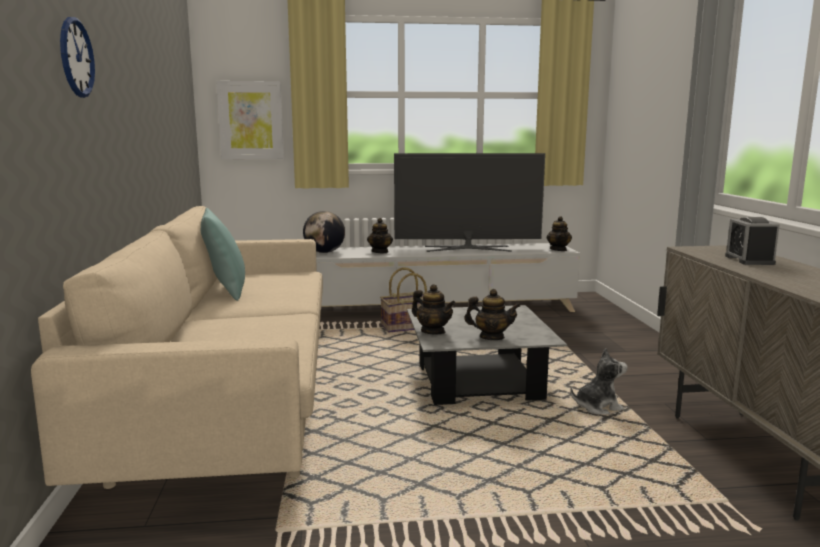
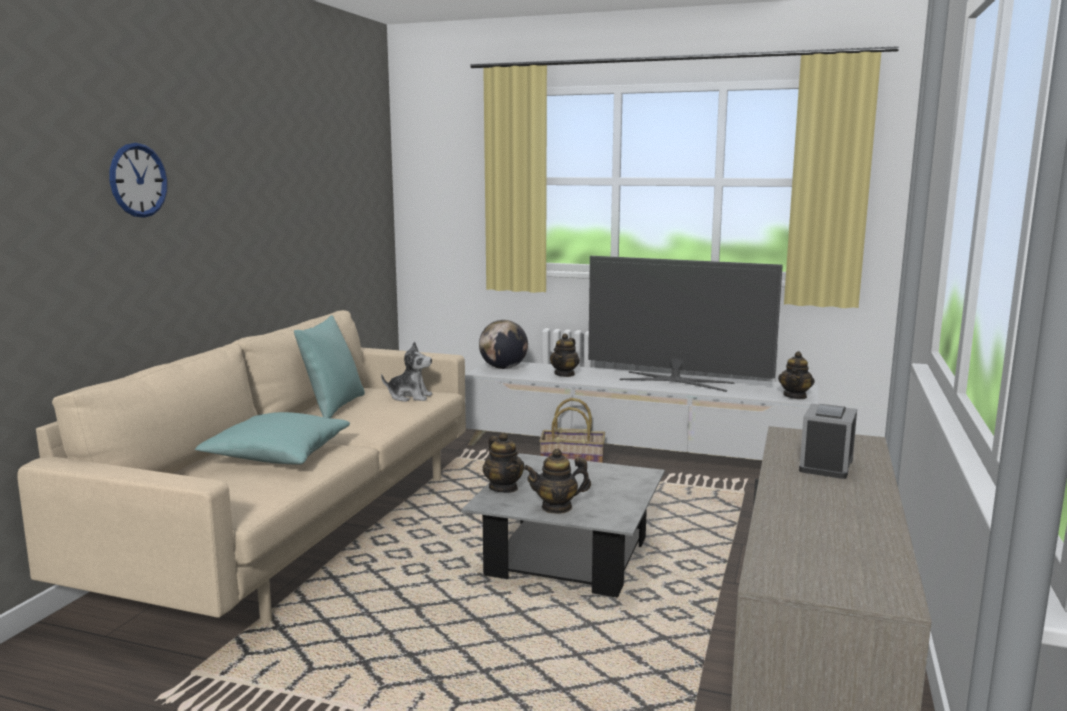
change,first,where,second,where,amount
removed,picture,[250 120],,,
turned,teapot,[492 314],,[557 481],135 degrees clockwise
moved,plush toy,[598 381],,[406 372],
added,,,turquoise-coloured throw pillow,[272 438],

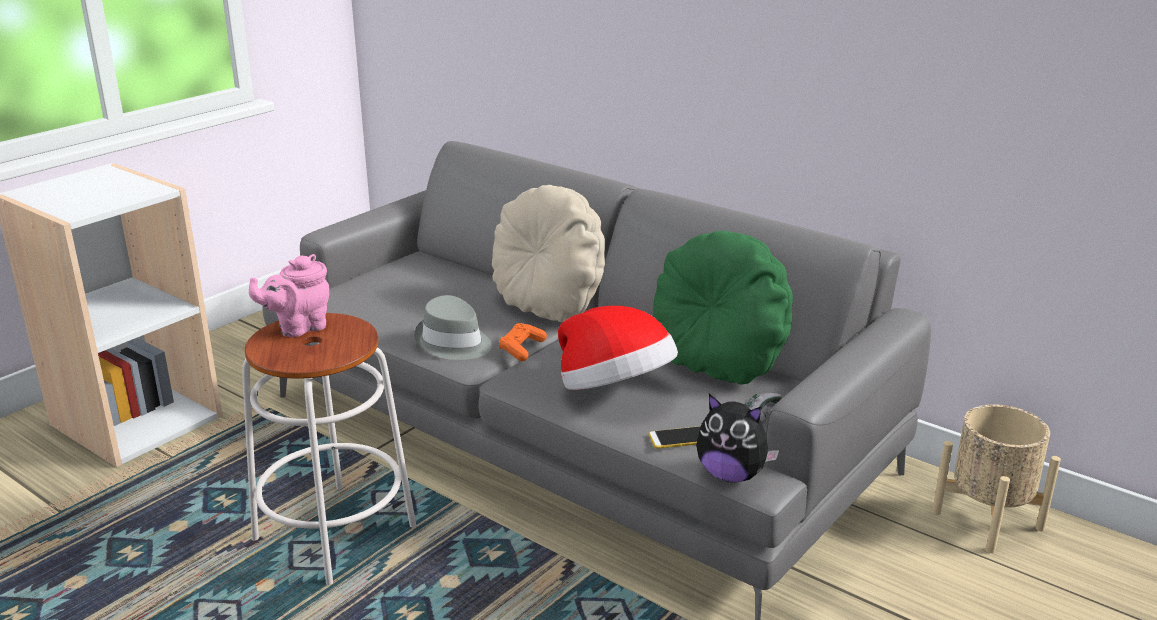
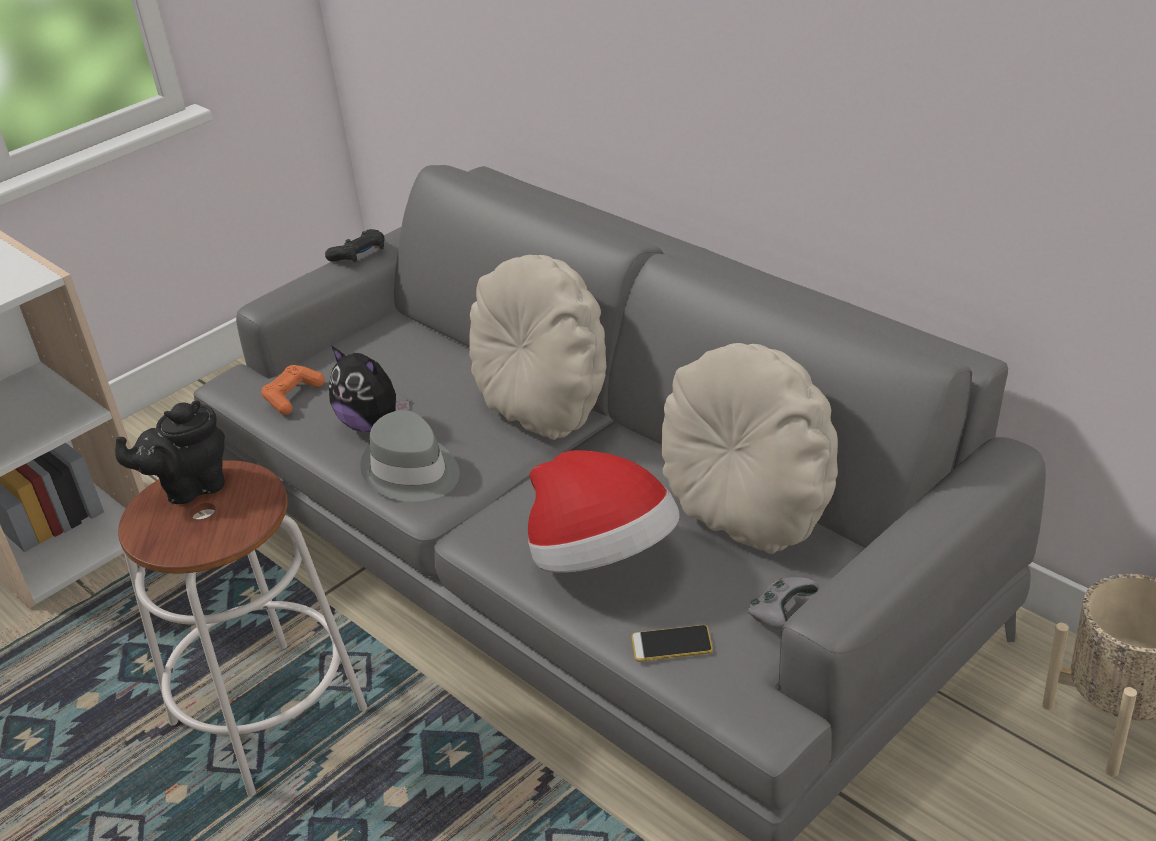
change,first,where,second,where,amount
recoloured,green-coloured throw pillow,[723 308],sand-coloured throw pillow,[749 448],
recoloured,pinkish teapot,[289 295],black-coloured teapot,[170 452],
moved,orange joypad,[523 342],,[293 390],
moved,plush toy,[737 438],,[369 389],
added,,,black-coloured joypad,[355 245],

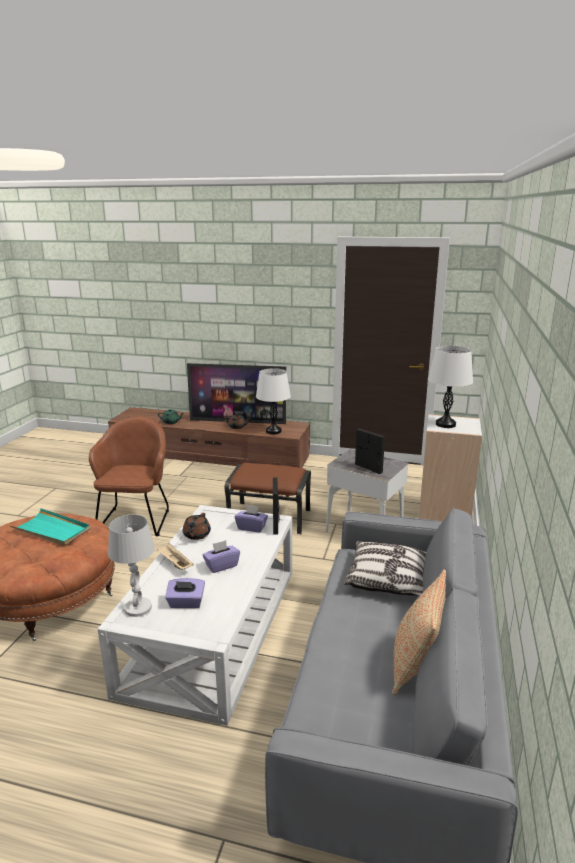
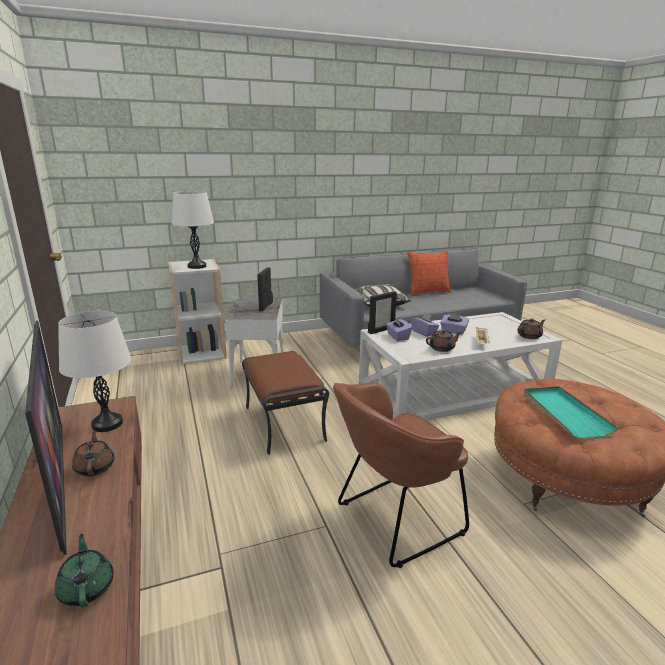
change,first,where,second,where,amount
replaced,white lamp for a table,[131 566],brownish teapot,[531 328],
recoloured,sand-coloured throw pillow,[419 632],orange throw pillow,[429 273],
moved,purplish box of tissues,[185 593],,[425 324],

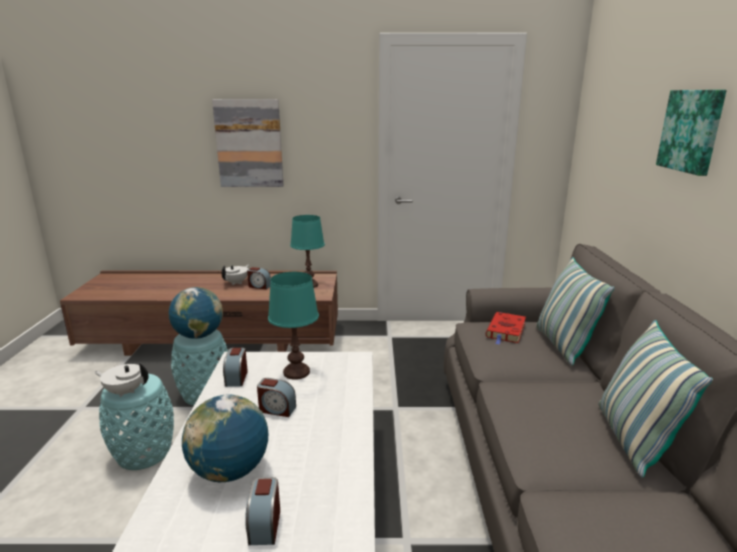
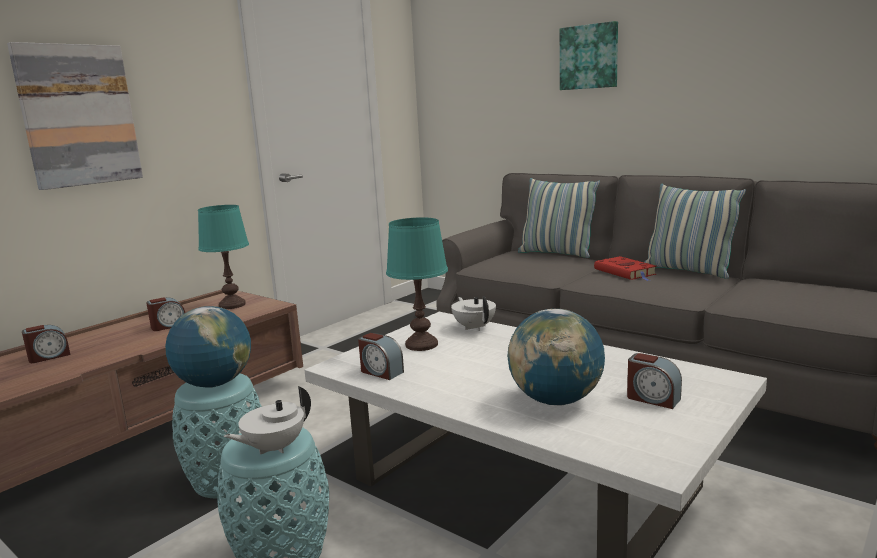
change,first,where,second,where,amount
moved,white teapot,[235 274],,[473 313],
moved,red-coloured book,[506 328],,[625 268],
moved,bedside clock,[276 397],,[46 344],

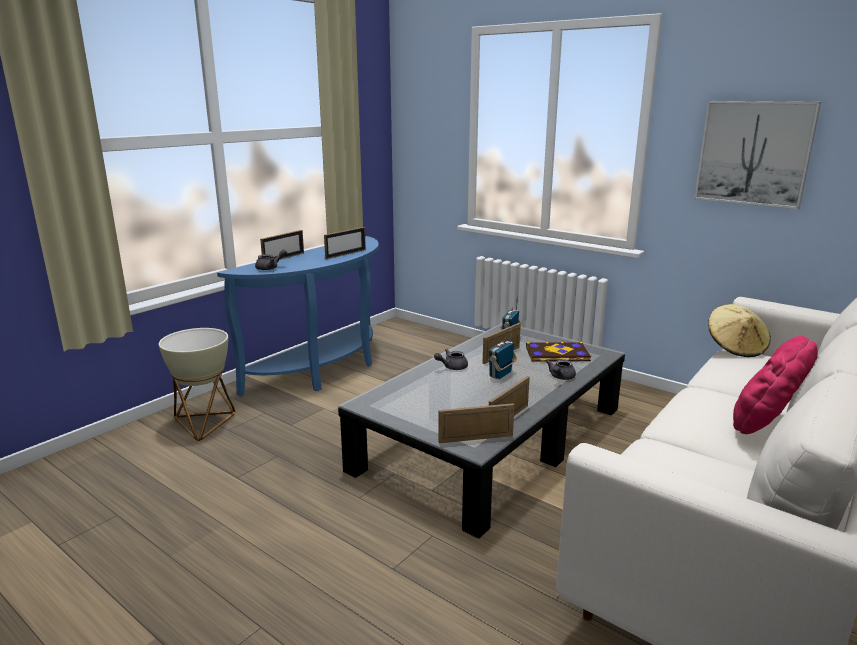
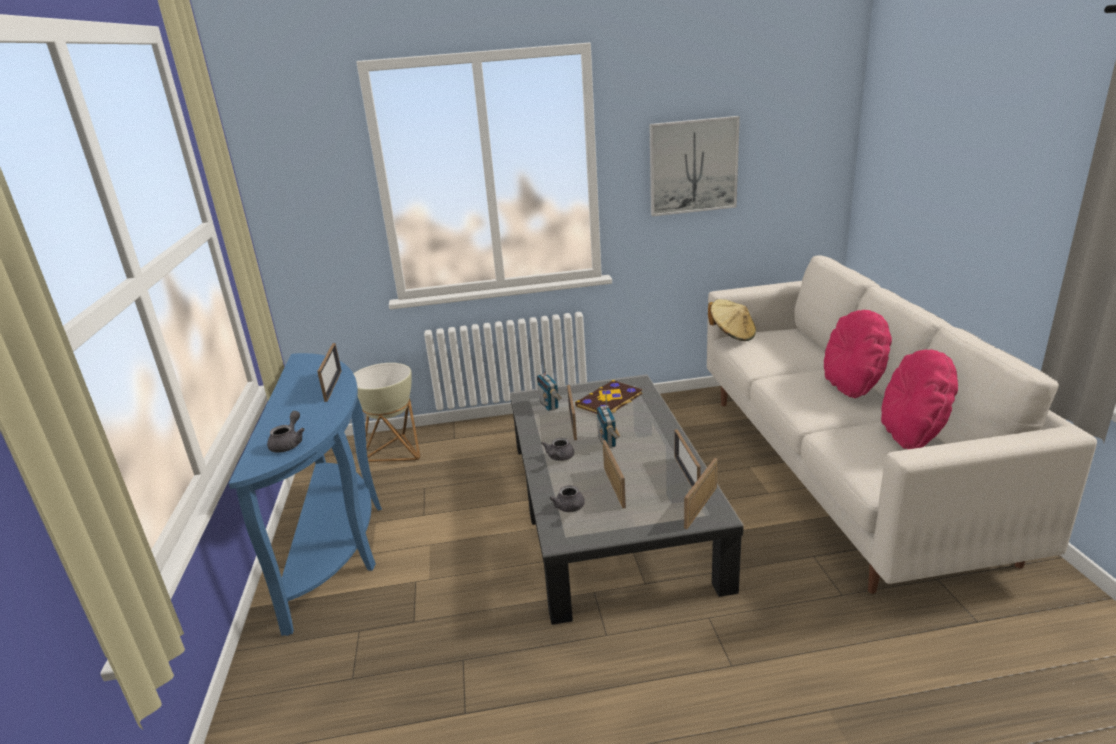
change,first,where,second,where,amount
moved,picture frame,[282 245],,[614 474],
moved,planter,[197 384],,[387 412],
moved,greyish teapot,[561 370],,[567 498],
added,,,pinkish throw pillow,[919 399],

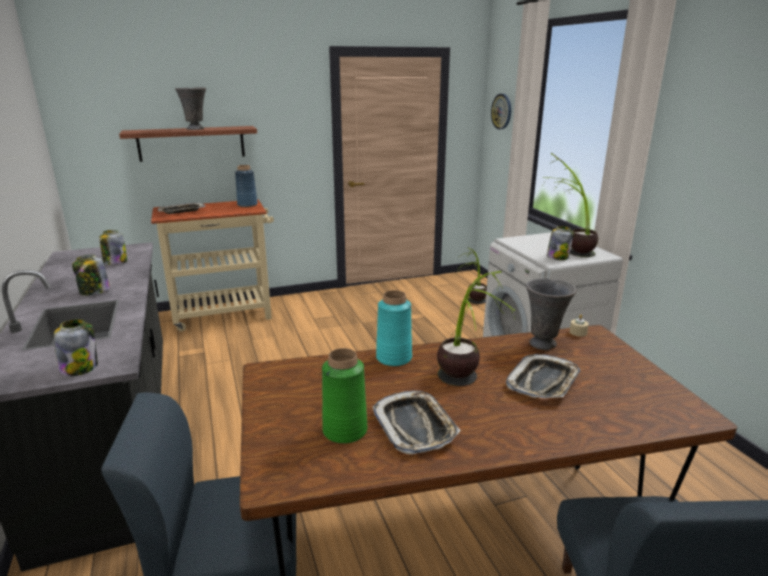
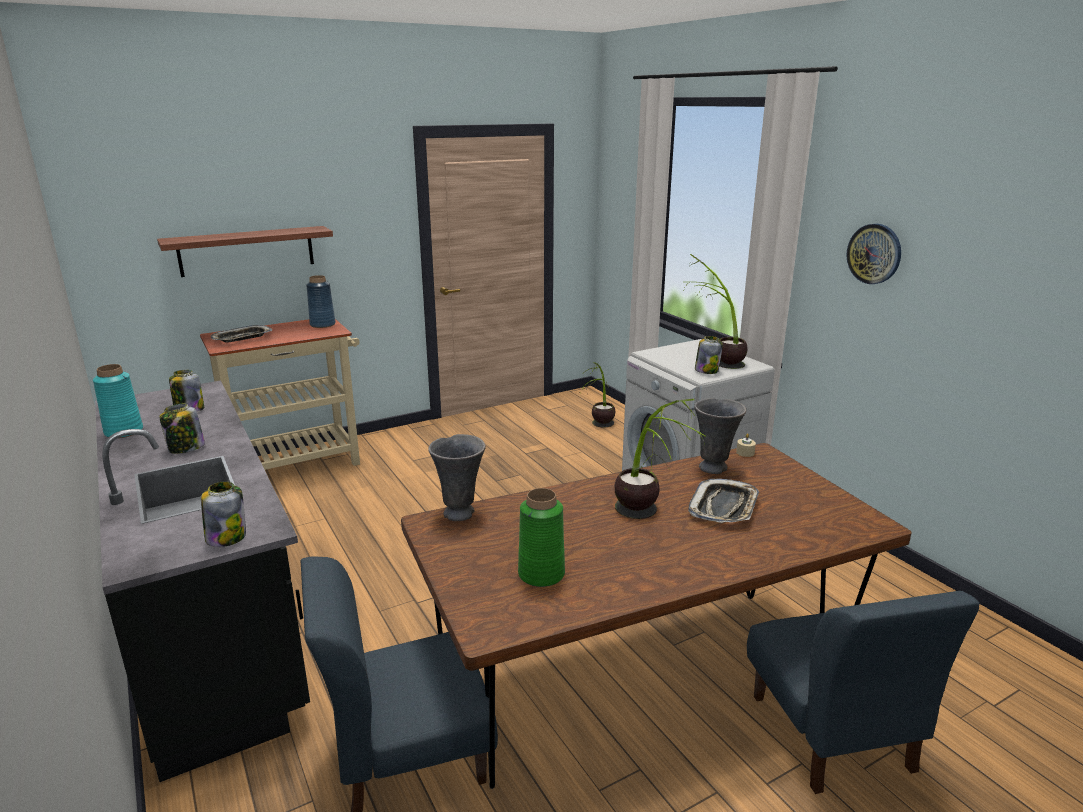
change,first,where,second,where,amount
moved,greyish vase,[190 108],,[457 477],
moved,wall clock,[501 111],,[874 254],
moved,turquoise-coloured vase,[394 328],,[118 401],
removed,carrying tray,[416 422],,,

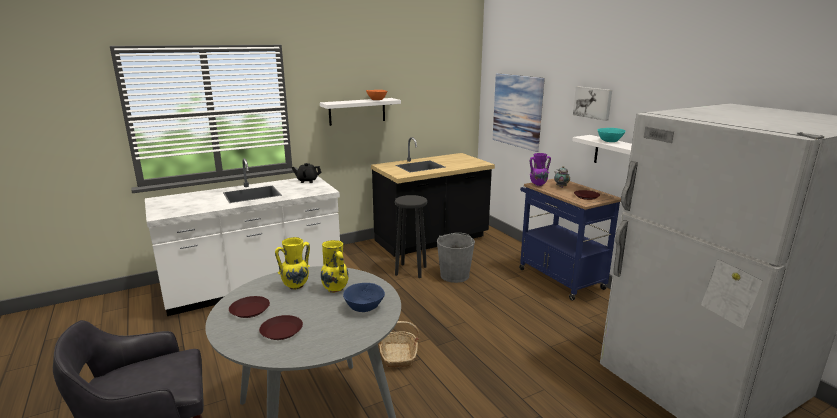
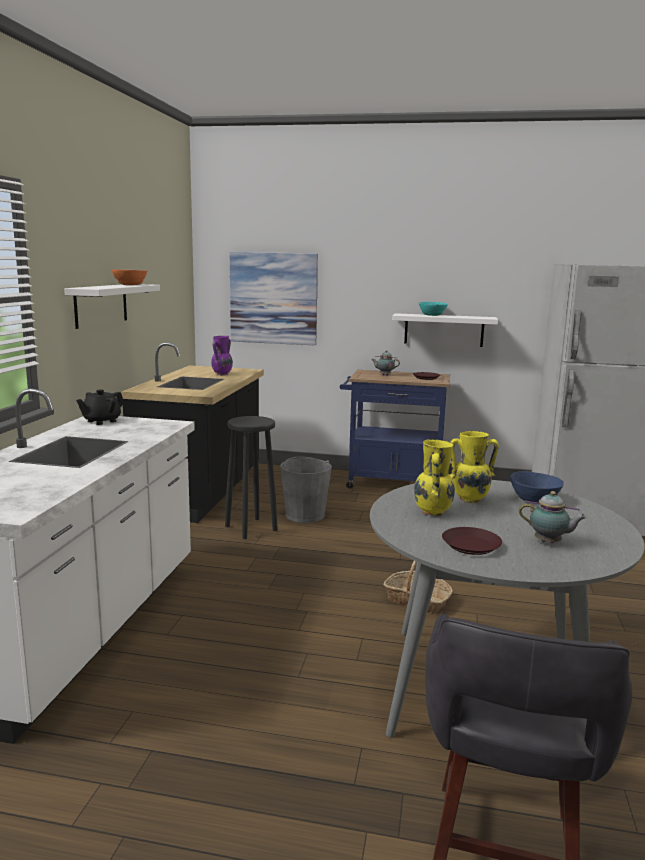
change,first,where,second,where,amount
removed,picture,[592 103],,,
moved,purplish vase,[540 169],,[222 355],
replaced,brownish flat dish,[281 327],teapot,[553 517],

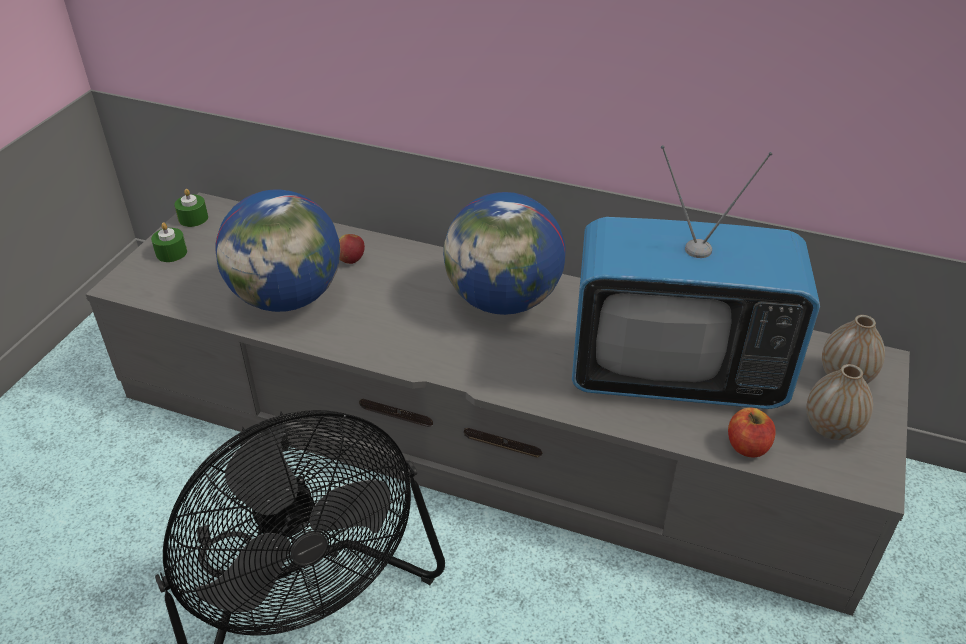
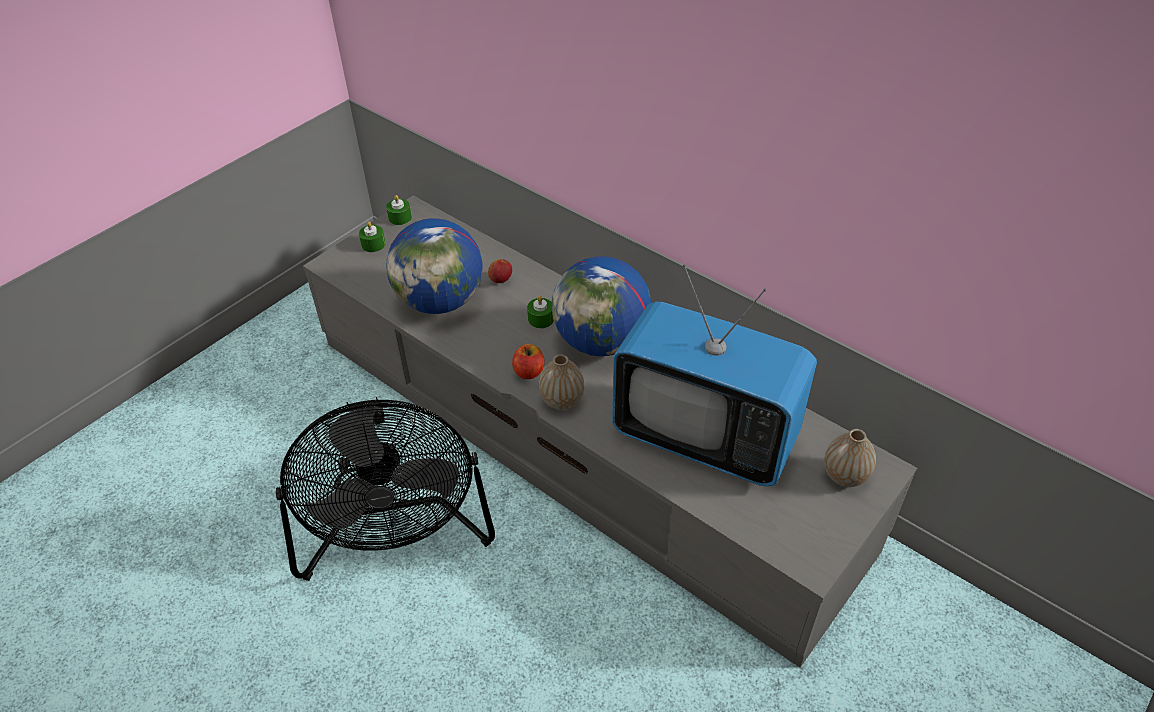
change,first,where,second,where,amount
moved,vase,[839 402],,[561 382],
moved,whole apple,[752 432],,[528 361],
added,,,green-coloured wax light,[540 312],

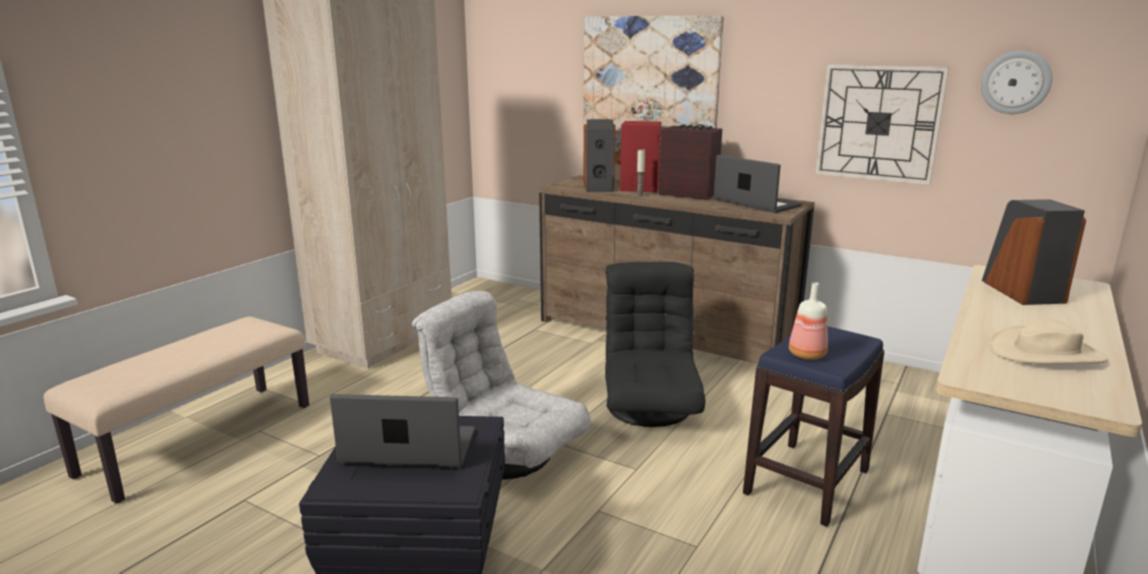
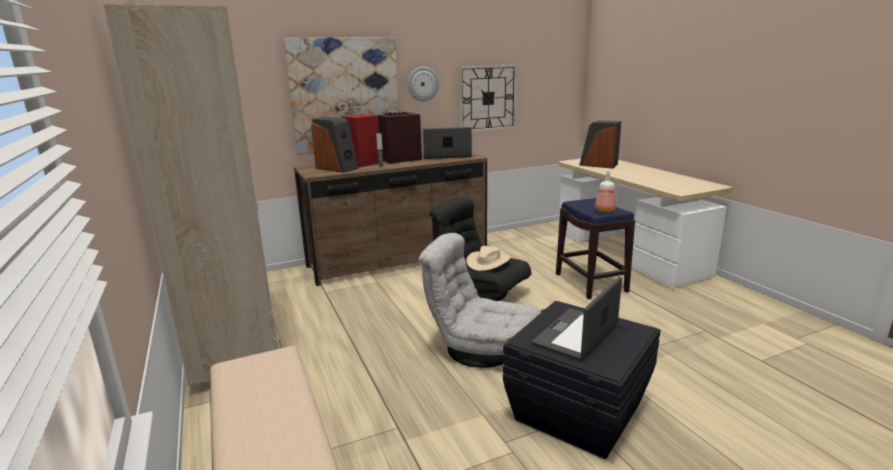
change,first,where,second,where,amount
moved,wall clock,[1016 82],,[423 84],
turned,greyish armchair,[501 385],,[479 300],45 degrees clockwise
moved,sand-coloured wearable hat,[1048 340],,[488 258],

